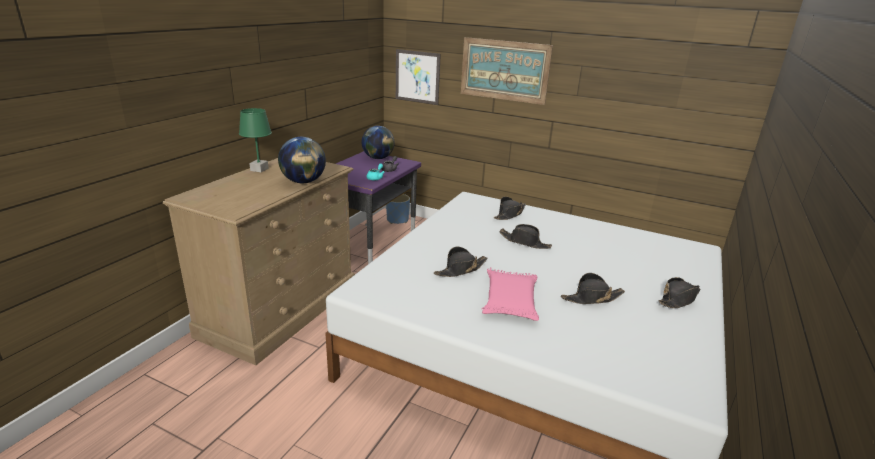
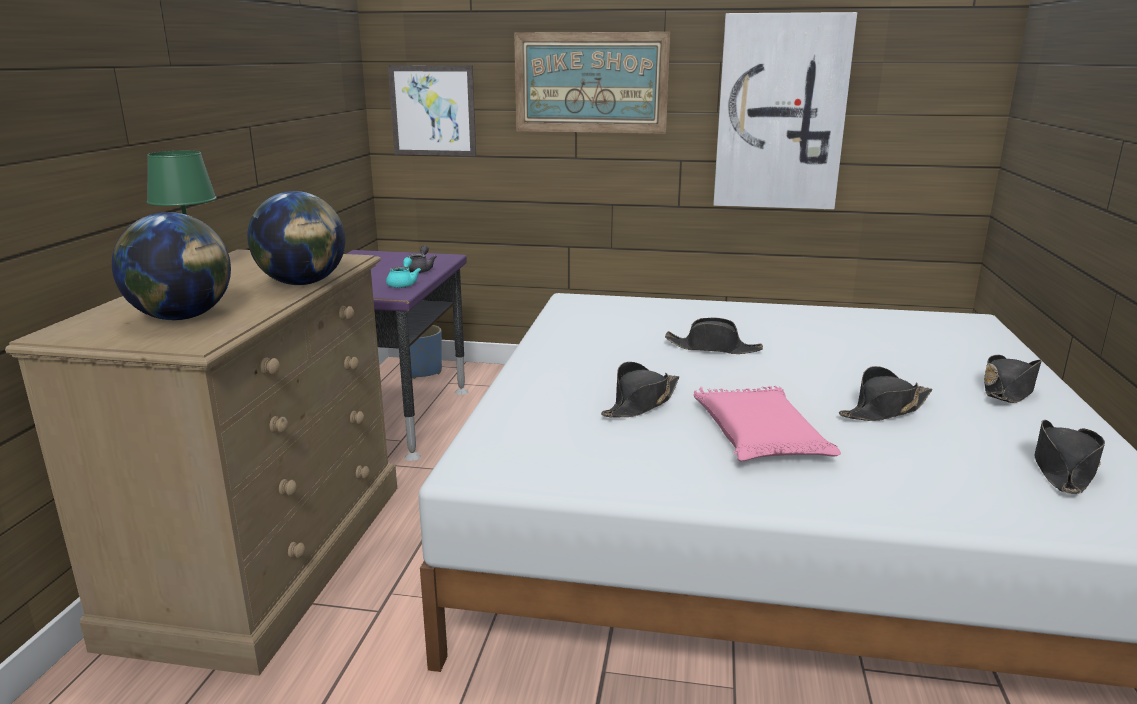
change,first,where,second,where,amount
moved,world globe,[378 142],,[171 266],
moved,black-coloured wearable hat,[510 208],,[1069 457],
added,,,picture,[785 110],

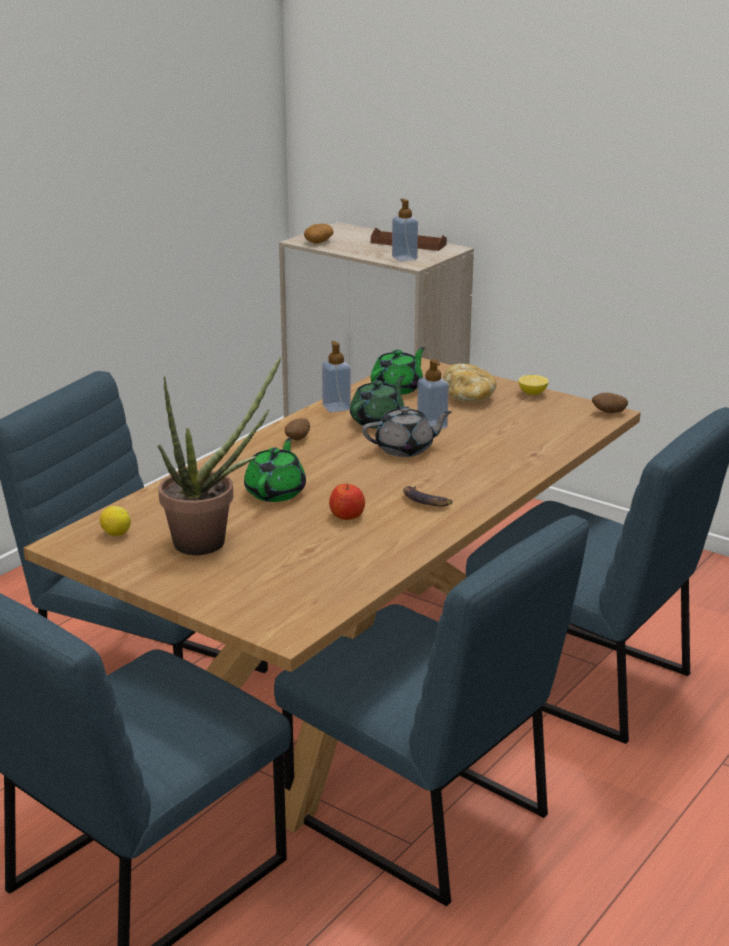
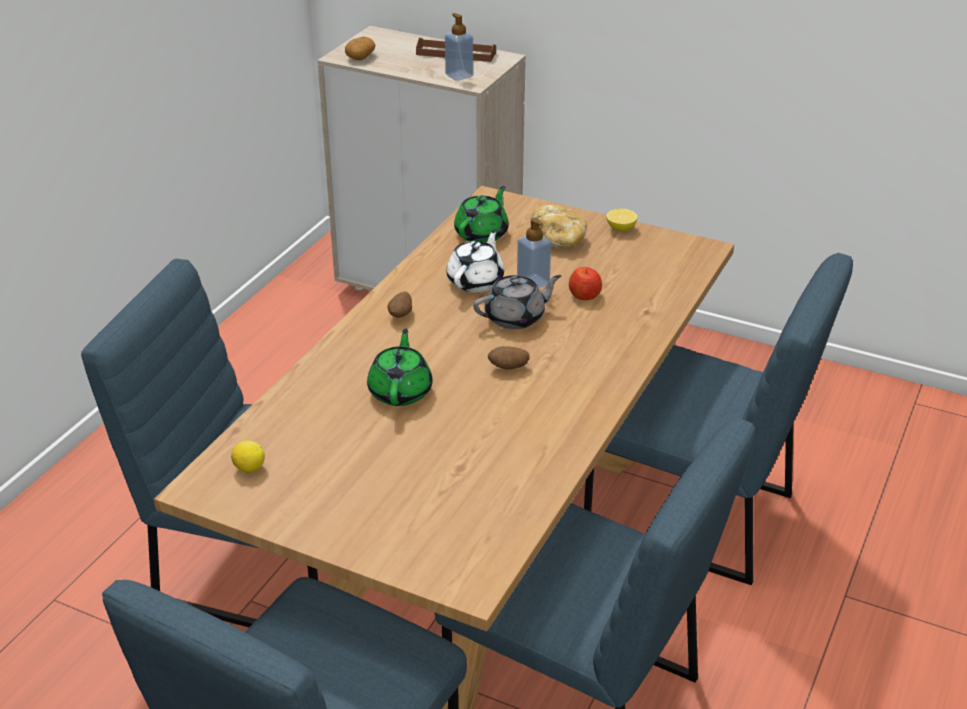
change,first,where,second,where,amount
removed,soap dispenser,[336 377],,,
removed,houseplant,[220 455],,,
recoloured,green-coloured teapot,[377 402],white teapot,[475 260],
moved,whole potato,[610 403],,[509 358],
moved,whole apple,[347 501],,[585 283],
removed,whole banana,[428 496],,,

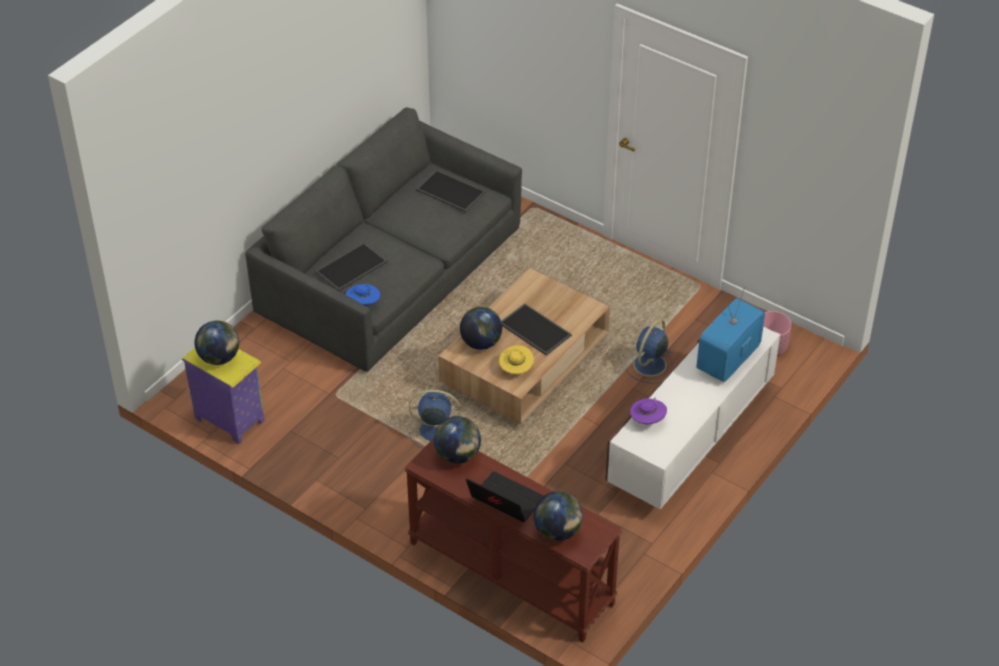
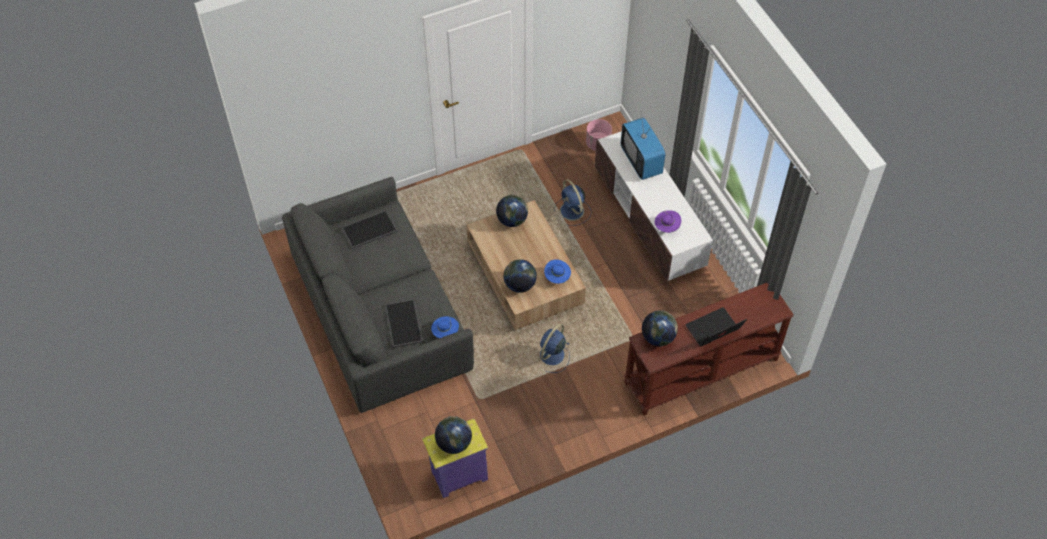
change,first,where,second,where,amount
removed,carrying tray,[536 329],,,
recoloured,yellowish wearable hat,[516 359],blue-coloured wearable hat,[557 272],
moved,world globe,[558 516],,[512 211],

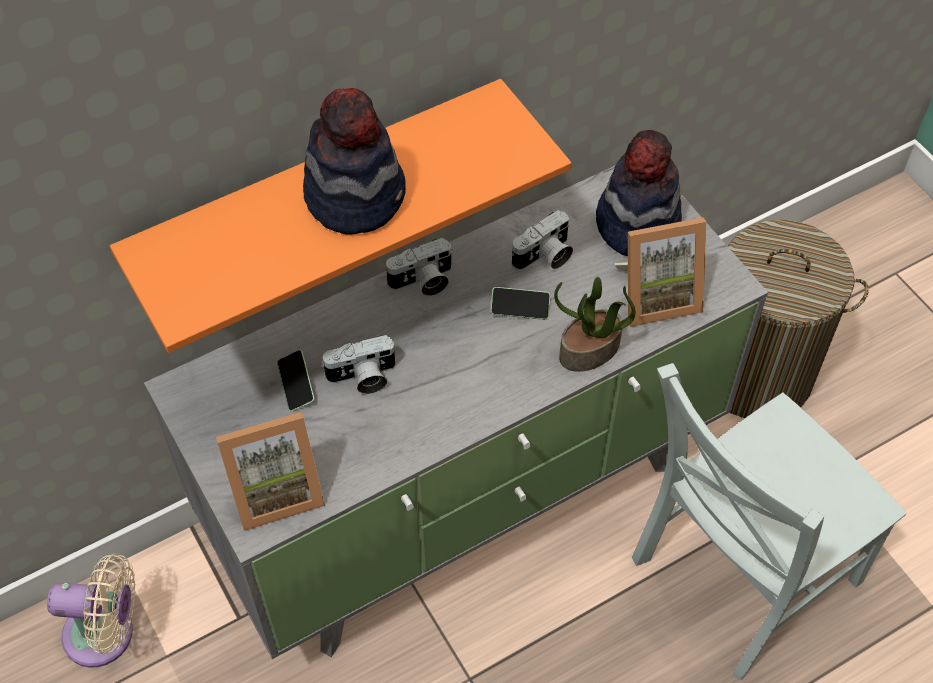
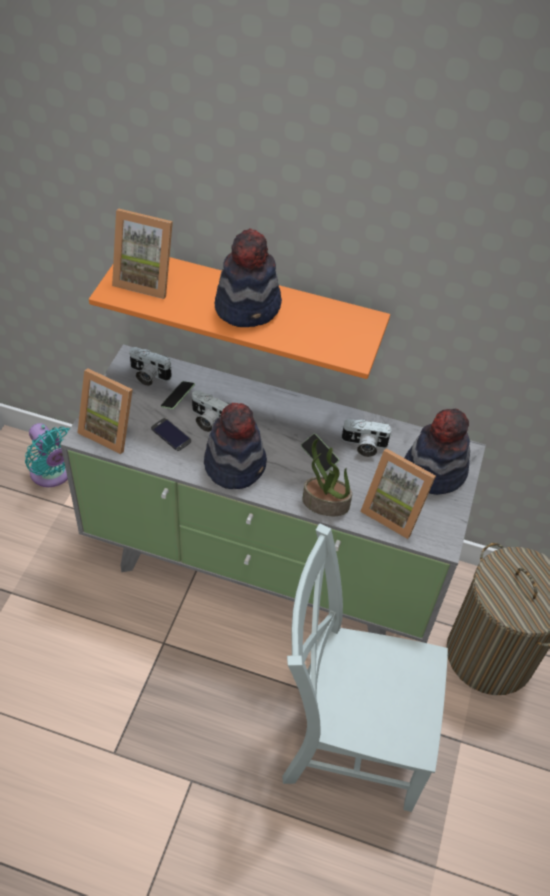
change,first,where,second,where,amount
moved,still camera,[419 267],,[150 366],
recoloured,sand-coloured fan,[91 611],turquoise-coloured fan,[47 455],
added,,,picture frame,[142 254],
added,,,wearable hat,[235 446],
added,,,telephone,[171 434],

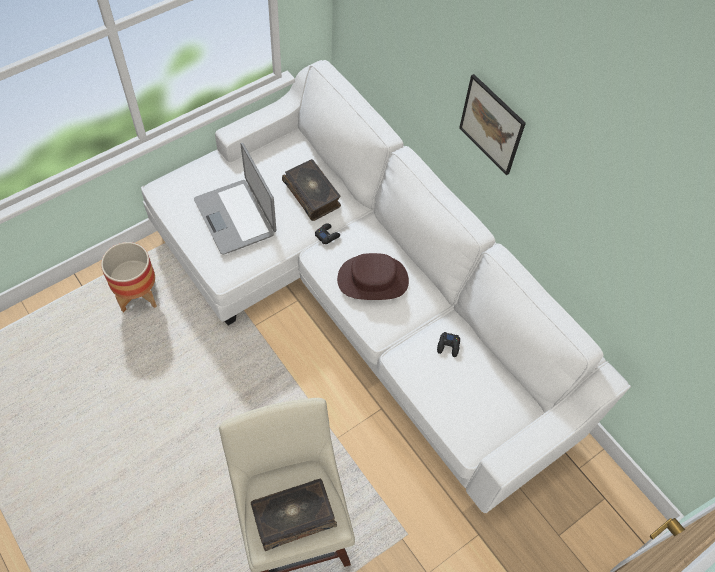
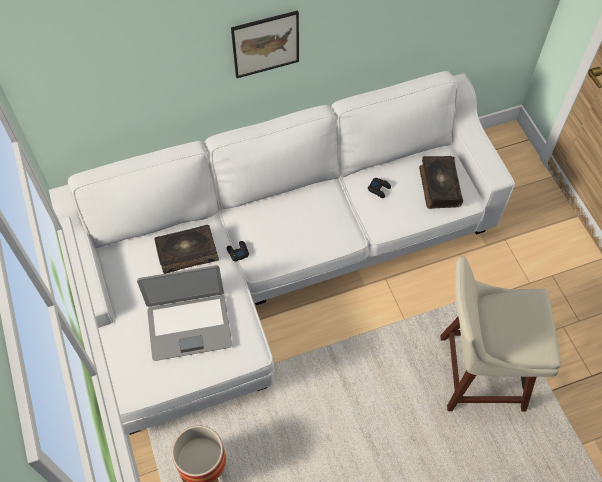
change,first,where,second,where,amount
removed,brownish wearable hat,[373 276],,,
moved,book,[294 515],,[441 182],

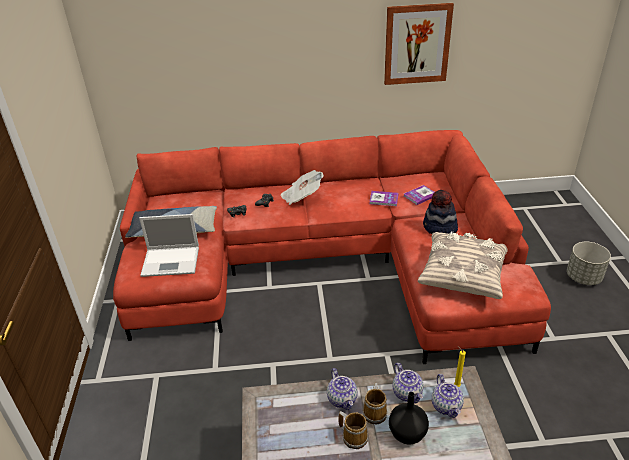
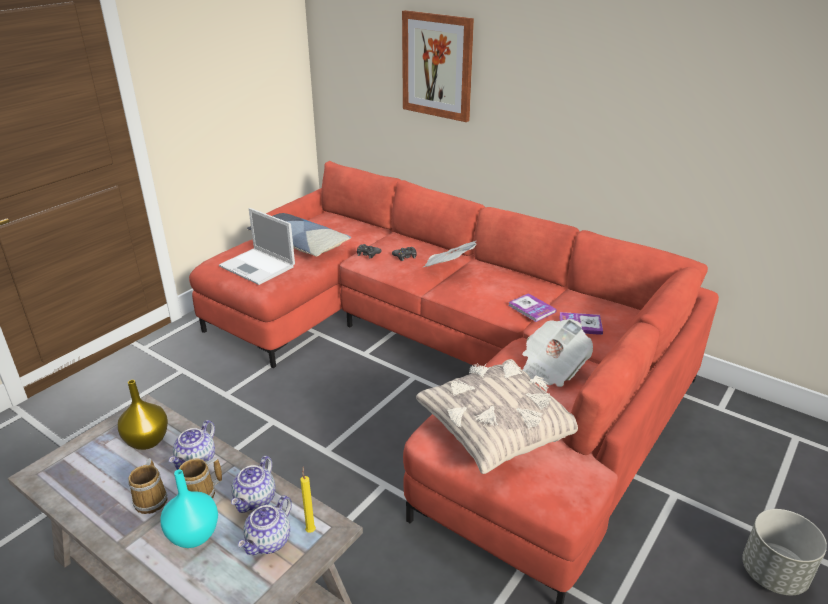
change,first,where,second,where,amount
moved,picture,[419 44],,[438 66],
replaced,wearable hat,[440 212],daily paper,[557 353],
recoloured,black-coloured vase,[409 418],turquoise-coloured vase,[189 508],
added,,,yellowish vase,[143 415],

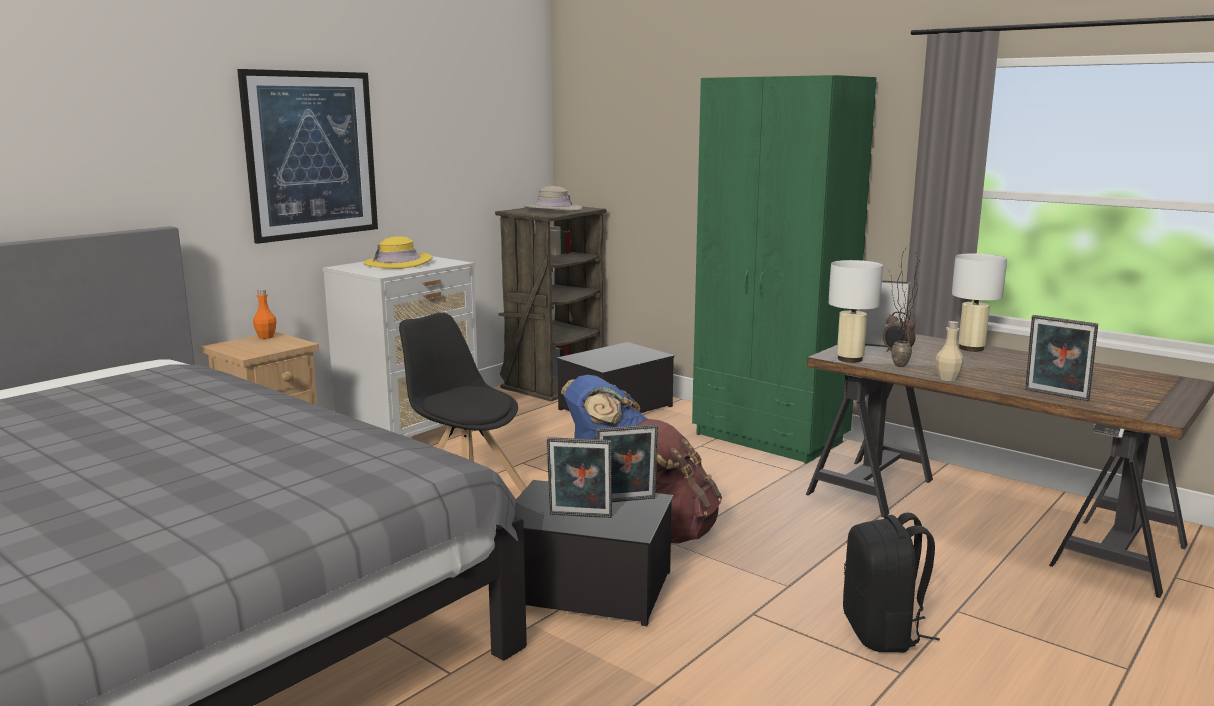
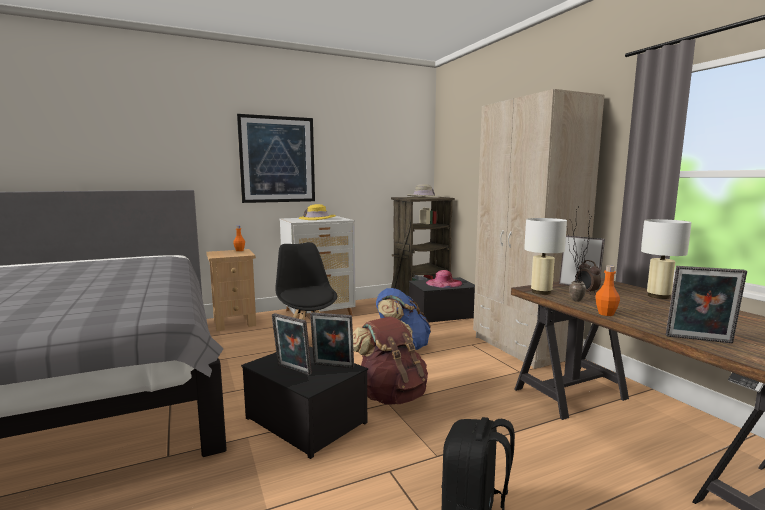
change,first,where,second,where,amount
recoloured,green-coloured wardrobe,[784 269],sand-coloured wardrobe,[538 229],
turned,picture frame,[1061 358],,[706 304],45 degrees counterclockwise
recoloured,sand-coloured beverage bottle,[950 351],orange beverage bottle,[607 291],
added,,,pinkish wearable hat,[444 279],

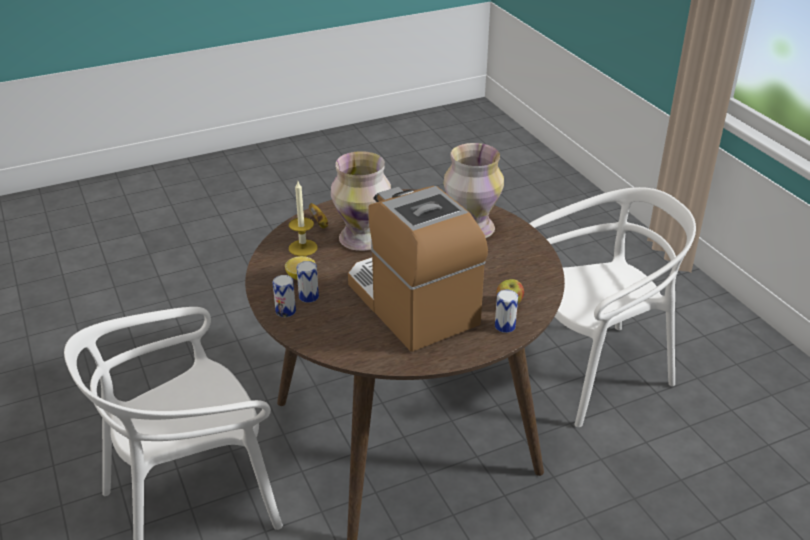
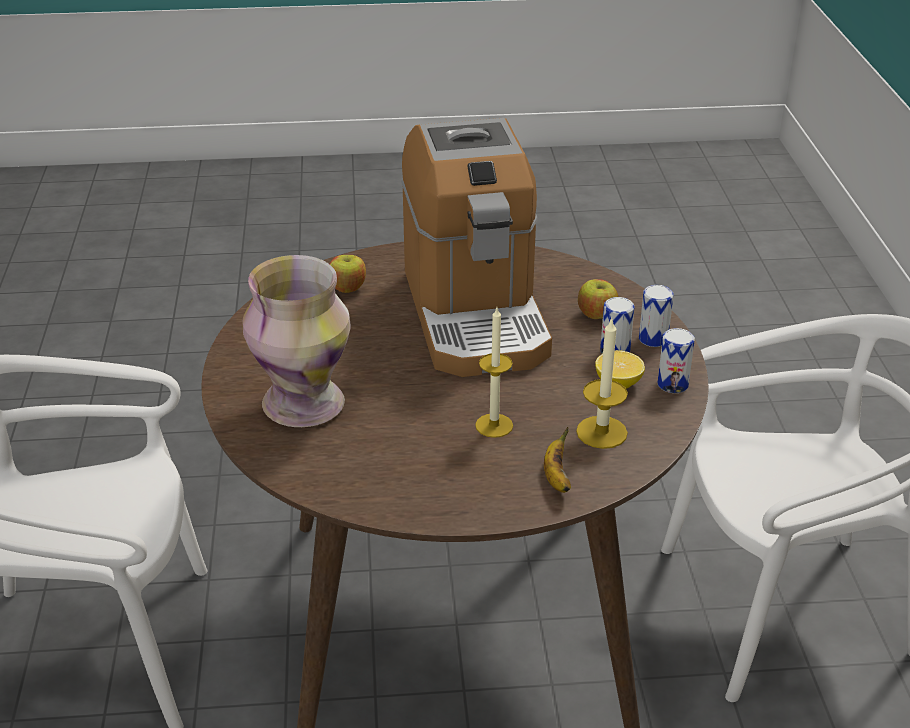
change,first,where,second,where,amount
replaced,vase,[361 201],wax light,[494 373],
moved,can,[506 311],,[676 360],
added,,,whole apple,[598 299],

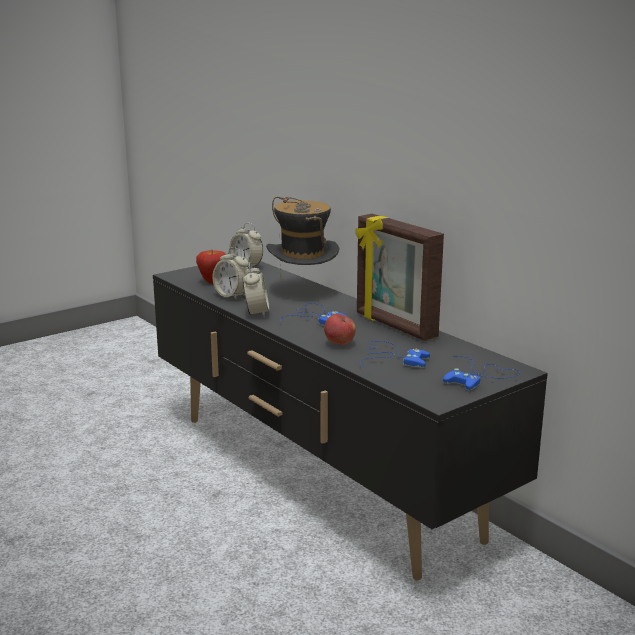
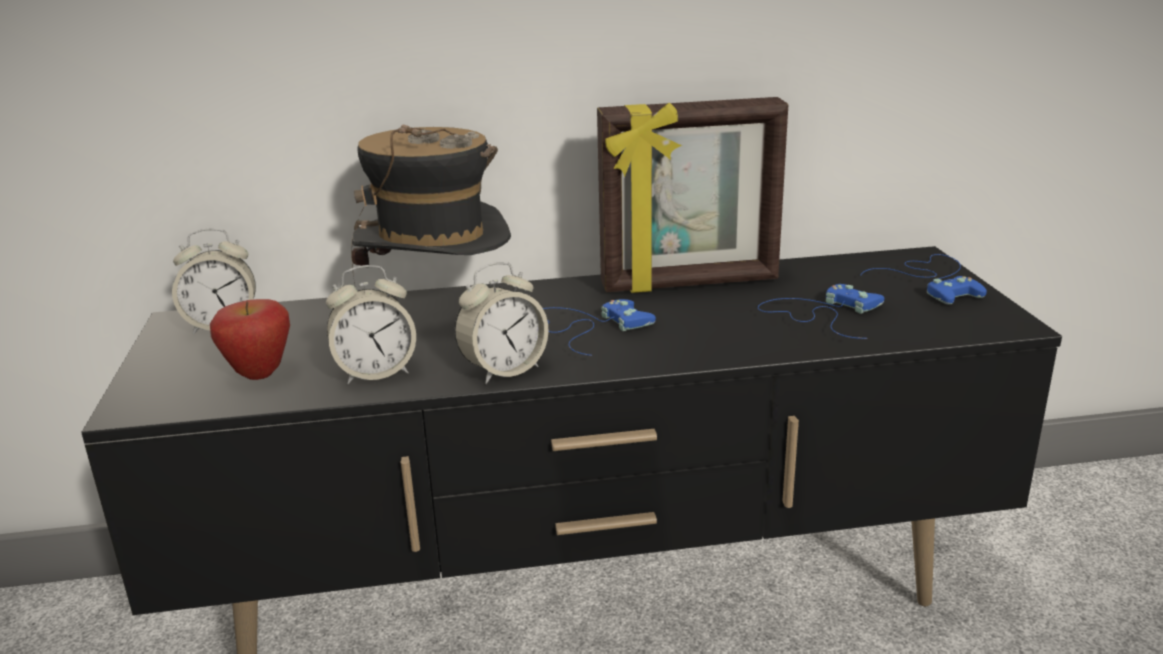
change,first,where,second,where,amount
turned,bedside clock,[256 289],,[501 323],120 degrees clockwise
removed,whole apple,[340 329],,,

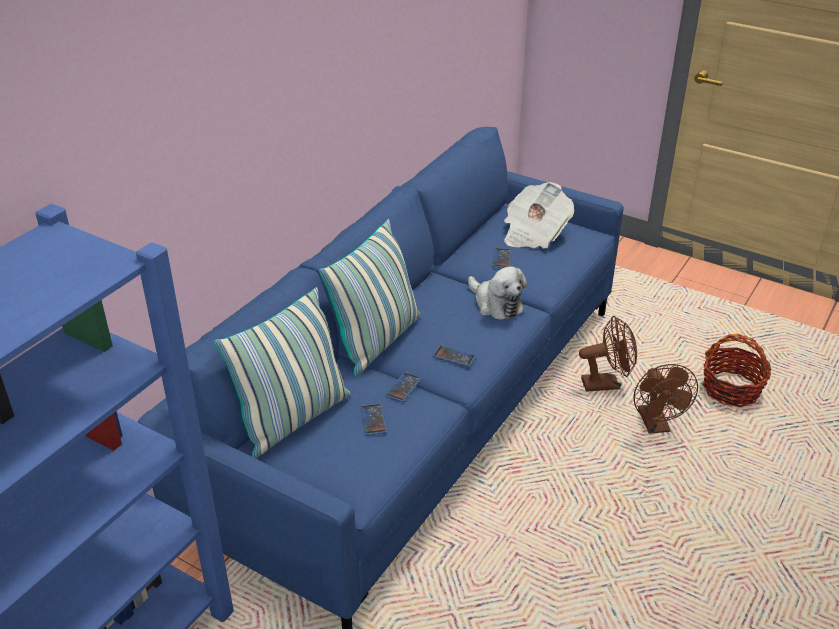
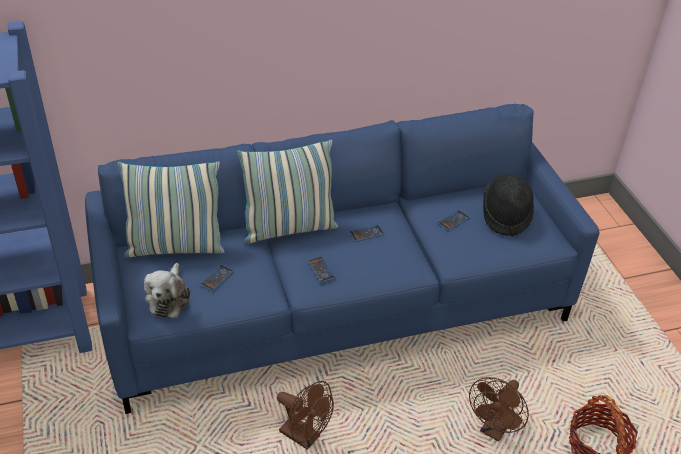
change,first,where,second,where,amount
replaced,daily paper,[539 215],black-coloured wearable hat,[508 205],
moved,plush toy,[497 293],,[167 290],
moved,brownish fan,[608 354],,[305 415],
moved,telephone,[403 387],,[367 233],

